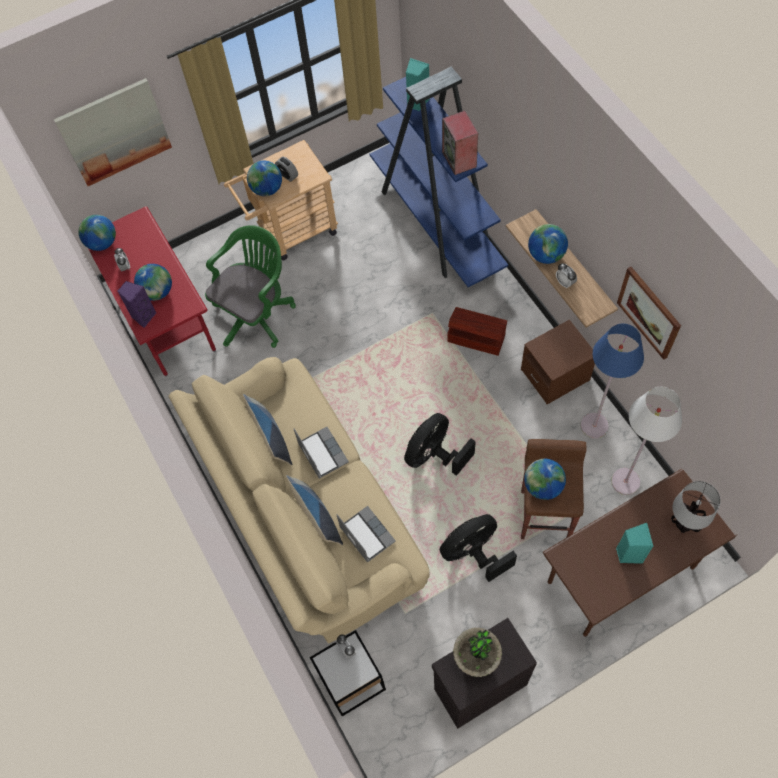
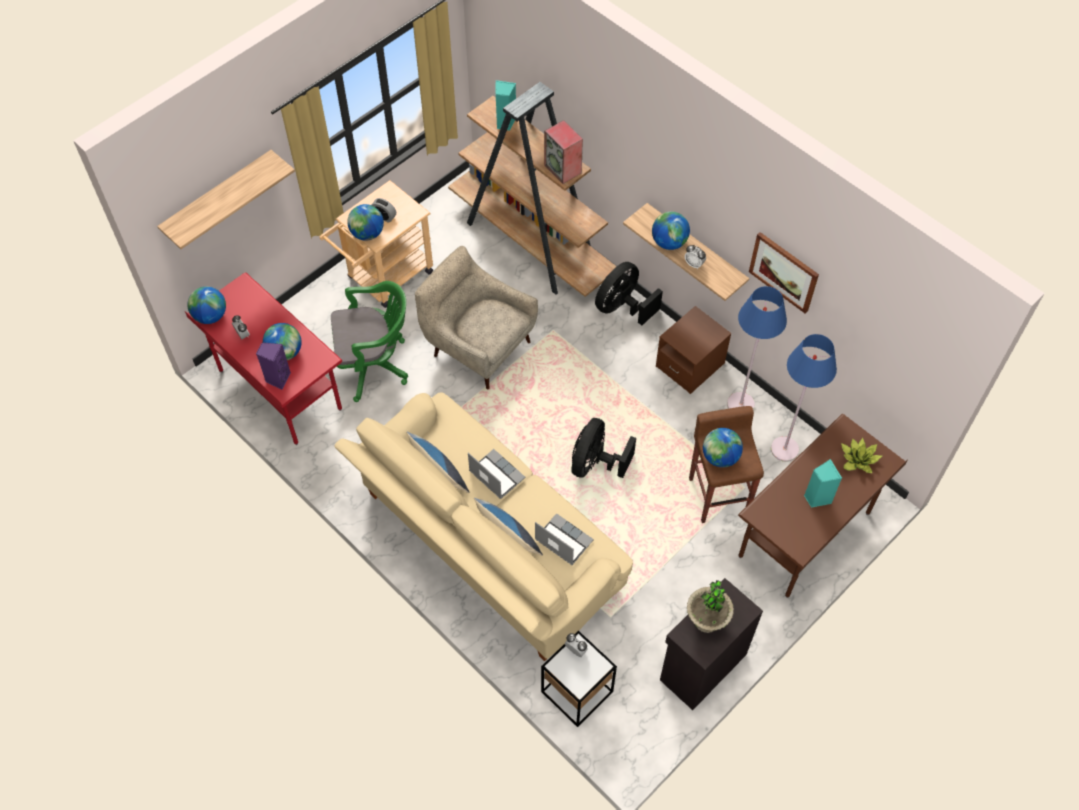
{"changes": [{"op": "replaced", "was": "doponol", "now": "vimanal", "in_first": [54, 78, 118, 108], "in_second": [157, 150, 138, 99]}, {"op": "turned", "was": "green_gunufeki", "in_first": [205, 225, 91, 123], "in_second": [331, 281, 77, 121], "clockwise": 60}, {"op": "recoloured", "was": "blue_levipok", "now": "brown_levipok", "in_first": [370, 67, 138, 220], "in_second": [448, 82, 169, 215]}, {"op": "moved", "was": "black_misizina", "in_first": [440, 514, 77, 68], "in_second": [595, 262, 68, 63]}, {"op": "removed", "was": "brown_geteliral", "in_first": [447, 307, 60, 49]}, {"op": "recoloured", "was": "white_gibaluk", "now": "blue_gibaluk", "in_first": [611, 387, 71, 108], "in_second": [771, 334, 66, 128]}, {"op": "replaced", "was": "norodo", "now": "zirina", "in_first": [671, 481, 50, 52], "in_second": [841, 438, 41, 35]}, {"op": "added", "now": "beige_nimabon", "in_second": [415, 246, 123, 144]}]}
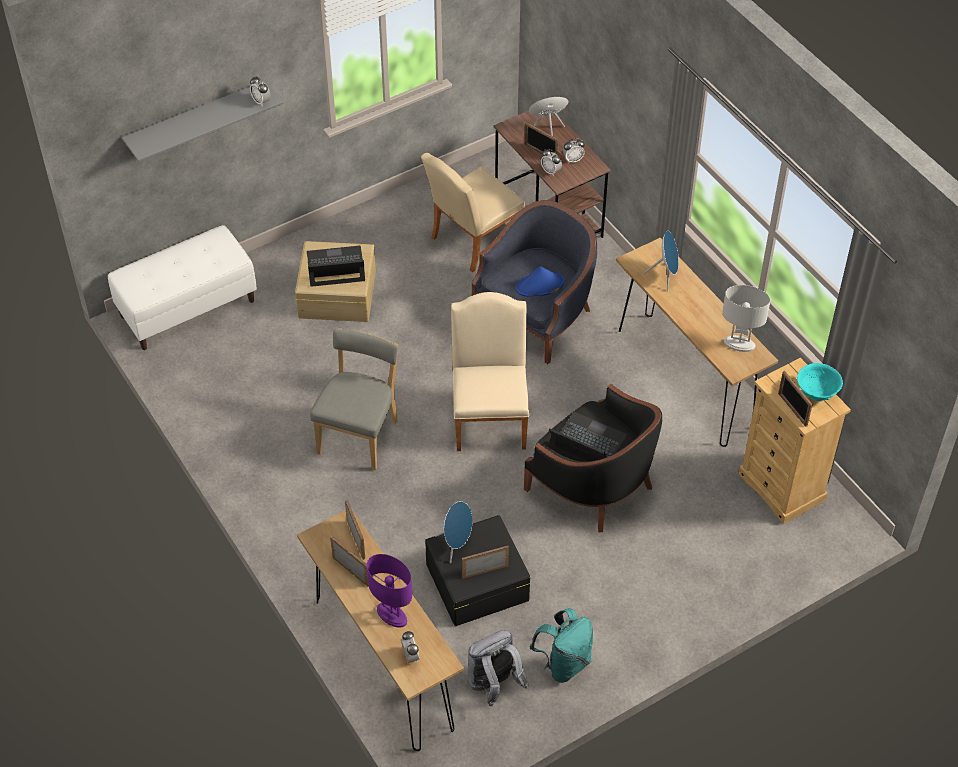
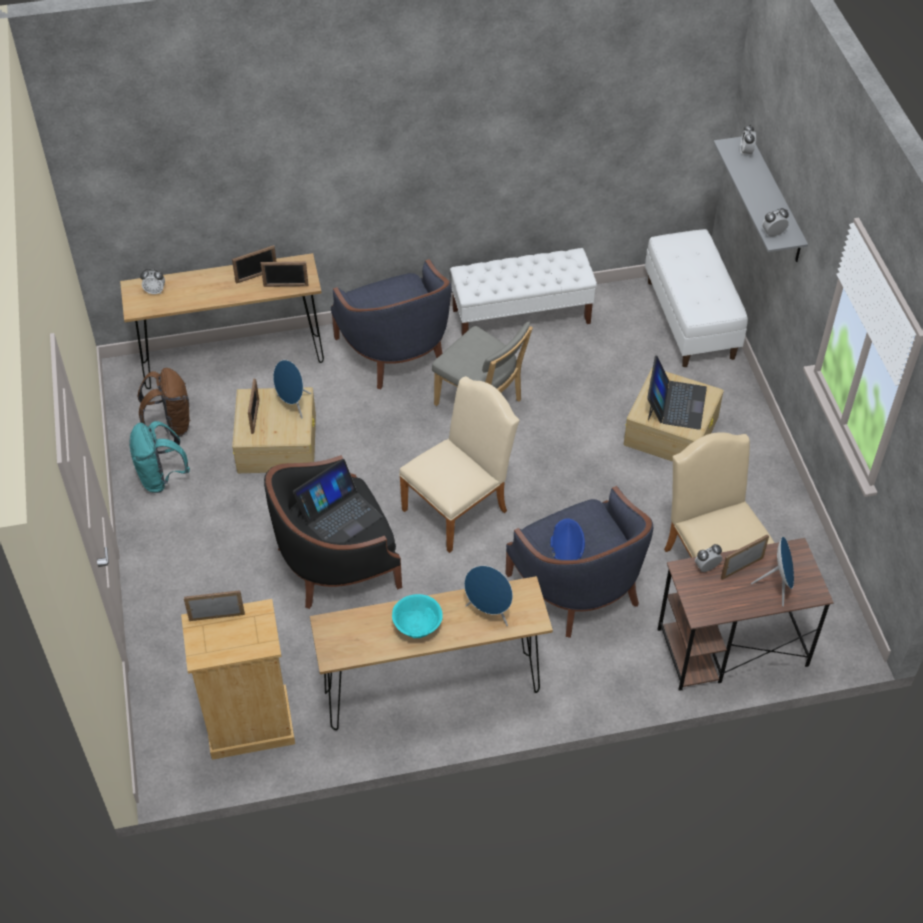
{"changes": [{"op": "removed", "was": "purple_norodo", "in_first": [367, 554, 45, 73]}, {"op": "recoloured", "was": "black_geteliral", "now": "beige_geteliral", "in_first": [425, 515, 106, 111], "in_second": [232, 387, 84, 86]}, {"op": "turned", "was": "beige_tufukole", "in_first": [451, 292, 78, 159], "in_second": [399, 376, 121, 177], "clockwise": -60}, {"op": "recoloured", "was": "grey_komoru", "now": "brown_komoru", "in_first": [468, 630, 60, 76], "in_second": [138, 368, 53, 69]}, {"op": "moved", "was": "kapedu", "in_first": [563, 138, 22, 25], "in_second": [740, 124, 16, 32]}, {"op": "removed", "was": "white_norodo", "in_first": [722, 285, 48, 67]}, {"op": "moved", "was": "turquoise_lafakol", "in_first": [797, 363, 46, 38], "in_second": [392, 594, 51, 44]}, {"op": "added", "now": "blue_nimabon", "in_second": [331, 259, 121, 130]}, {"op": "added", "now": "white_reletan", "in_second": [450, 248, 147, 87]}]}
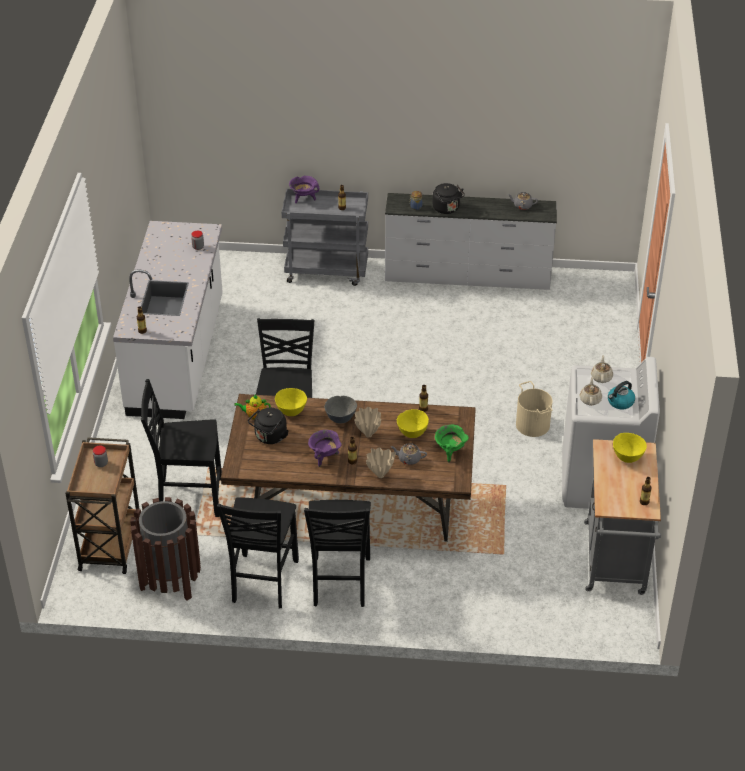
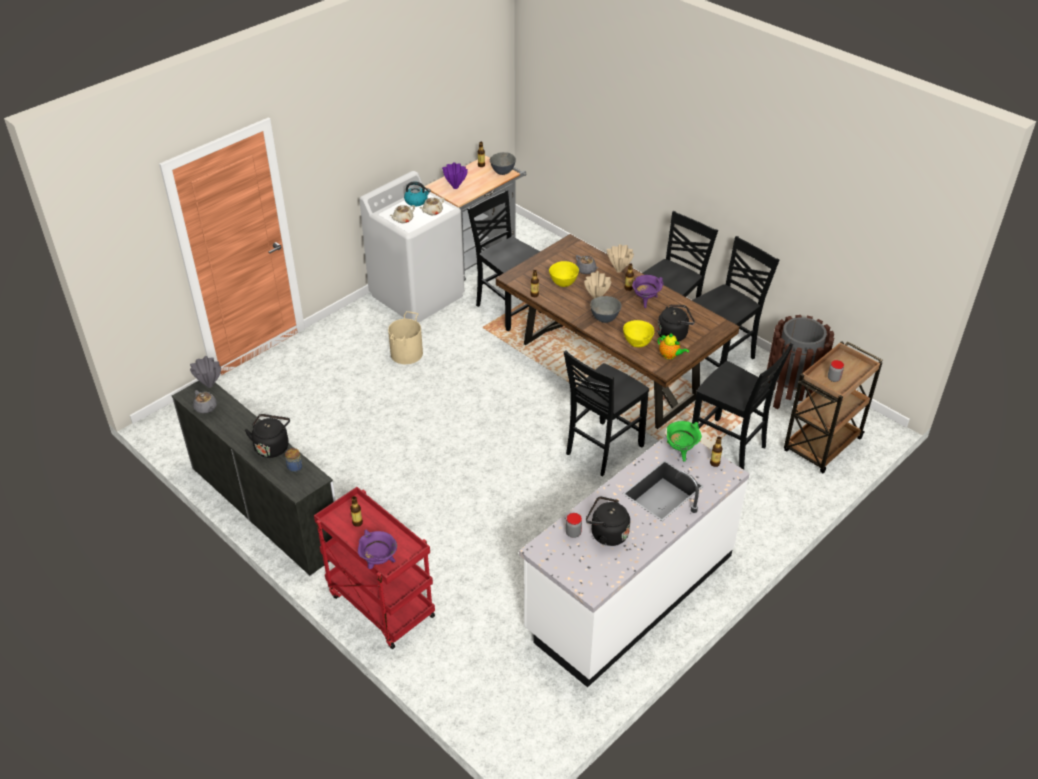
{"changes": [{"op": "recoloured", "was": "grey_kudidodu", "now": "red_kudidodu", "in_first": [282, 188, 86, 98], "in_second": [314, 487, 121, 162]}, {"op": "moved", "was": "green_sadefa", "in_first": [435, 425, 34, 38], "in_second": [667, 421, 35, 41]}, {"op": "replaced", "was": "yellow_lafakol", "now": "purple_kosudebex", "in_first": [613, 433, 34, 30], "in_second": [442, 162, 26, 27]}, {"op": "added", "now": "grey_kosudebex", "in_second": [190, 356, 31, 32]}, {"op": "added", "now": "black_tufukole", "in_second": [467, 190, 74, 141]}, {"op": "added", "now": "grey_lafakol", "in_second": [490, 152, 26, 23]}, {"op": "added", "now": "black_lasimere", "in_second": [586, 496, 44, 50]}]}
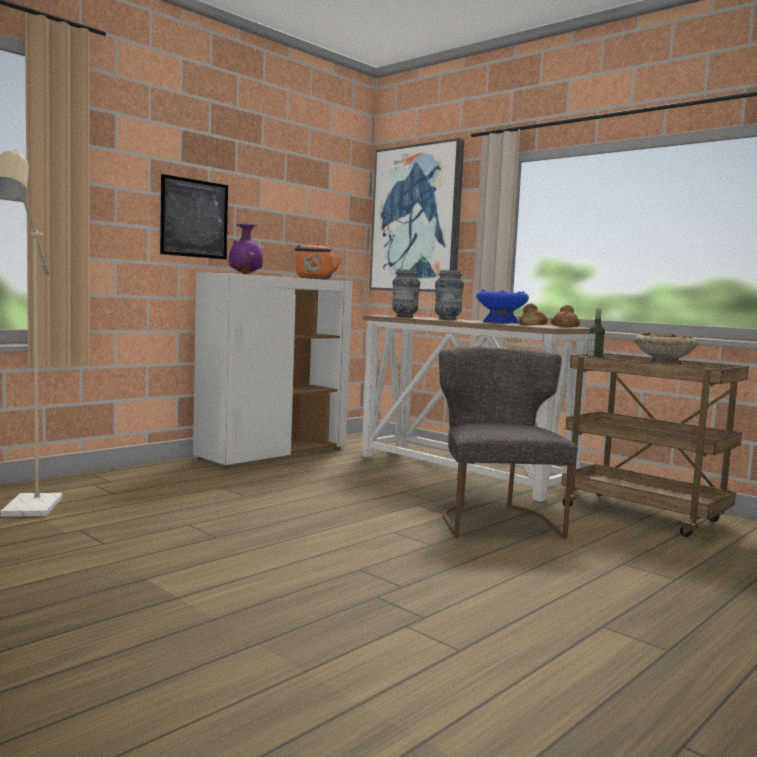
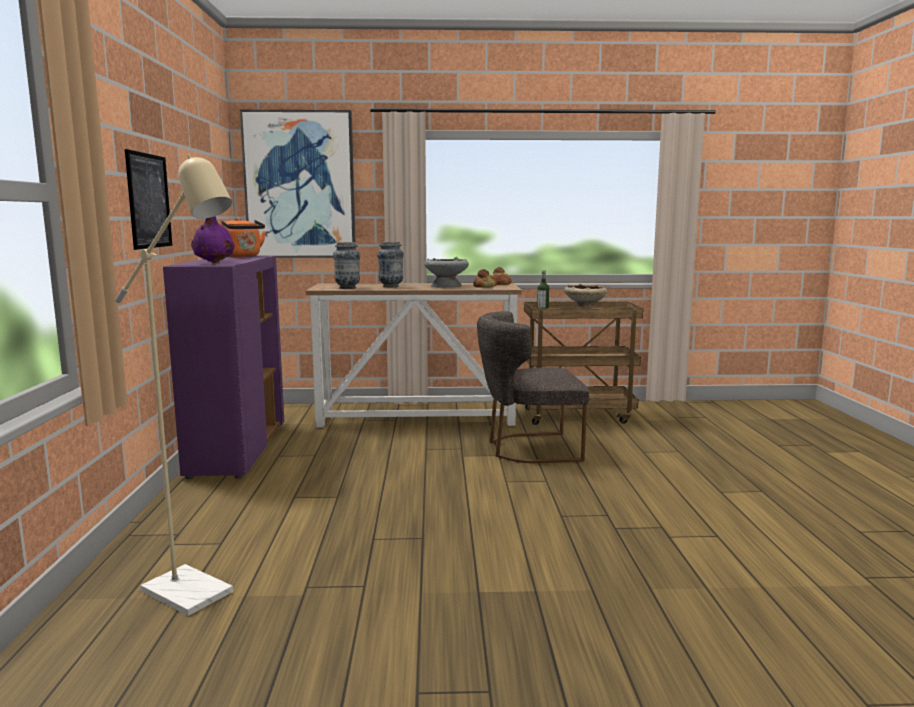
{"changes": [{"op": "recoloured", "was": "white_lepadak", "now": "purple_lepadak", "in_first": [193, 273, 160, 195], "in_second": [163, 255, 121, 224]}, {"op": "turned", "was": "grey_tufukole", "in_first": [439, 346, 139, 193], "in_second": [477, 311, 112, 152], "clockwise": -45}, {"op": "recoloured", "was": "blue_lafakol", "now": "grey_lafakol", "in_first": [476, 289, 53, 34], "in_second": [424, 257, 45, 30]}]}
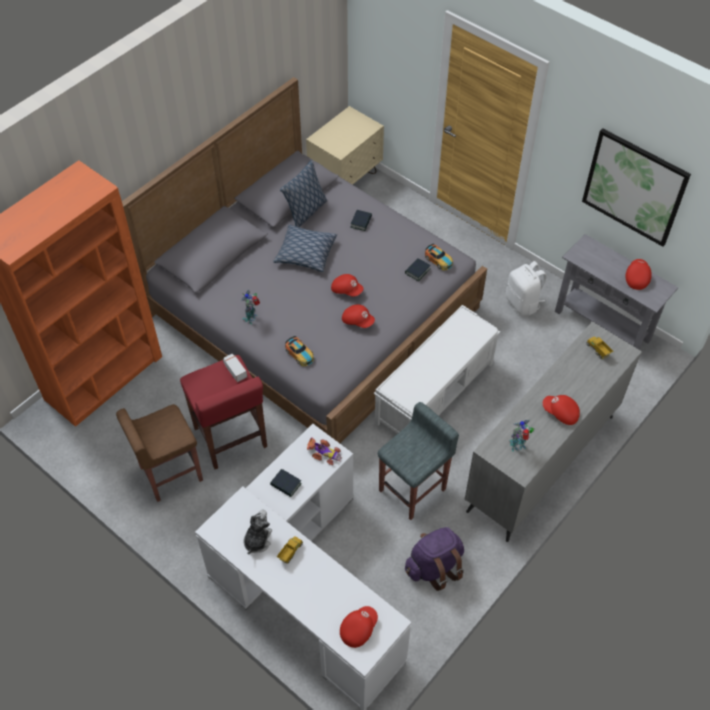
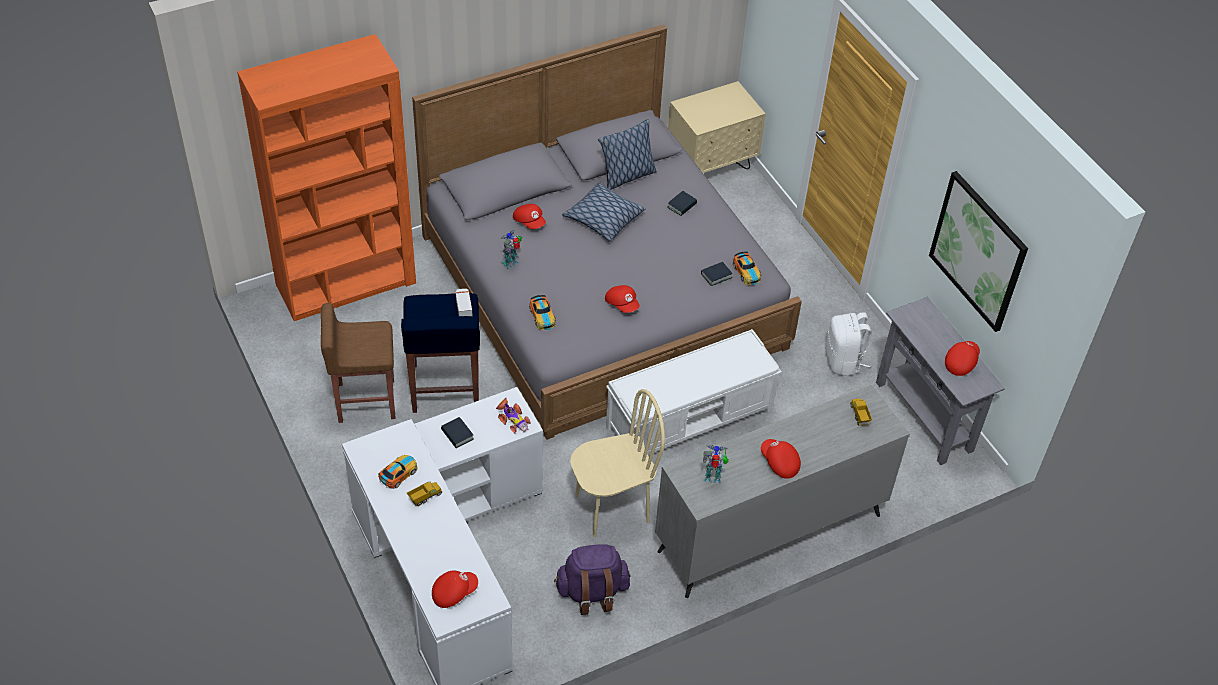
{"changes": [{"op": "recoloured", "was": "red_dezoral", "now": "blue_dezoral", "in_first": [180, 355, 87, 114], "in_second": [401, 293, 79, 120]}, {"op": "replaced", "was": "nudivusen", "now": "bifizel", "in_first": [243, 510, 29, 45], "in_second": [378, 455, 40, 34]}, {"op": "moved", "was": "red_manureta", "in_first": [331, 274, 33, 23], "in_second": [513, 204, 33, 25]}, {"op": "replaced", "was": "grey_dezoral", "now": "beige_tufukole", "in_first": [378, 402, 81, 118], "in_second": [570, 389, 95, 149]}]}
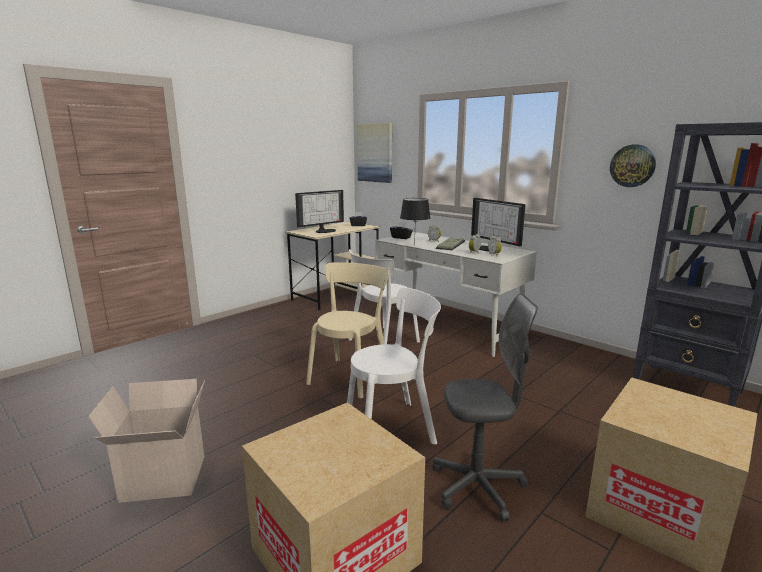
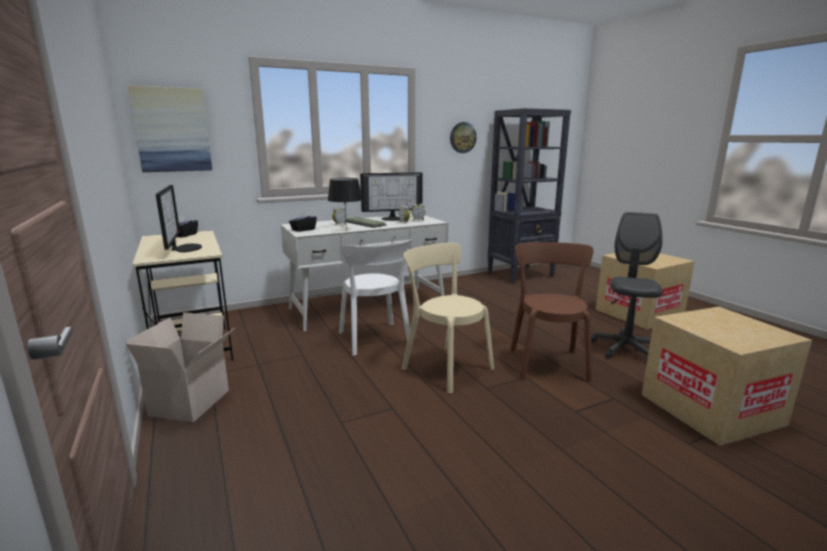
{"changes": [{"op": "moved", "was": "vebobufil", "in_first": [88, 379, 117, 124], "in_second": [125, 312, 110, 110]}, {"op": "recoloured", "was": "white_tufukole", "now": "brown_tufukole", "in_first": [347, 287, 94, 157], "in_second": [510, 242, 83, 140]}]}
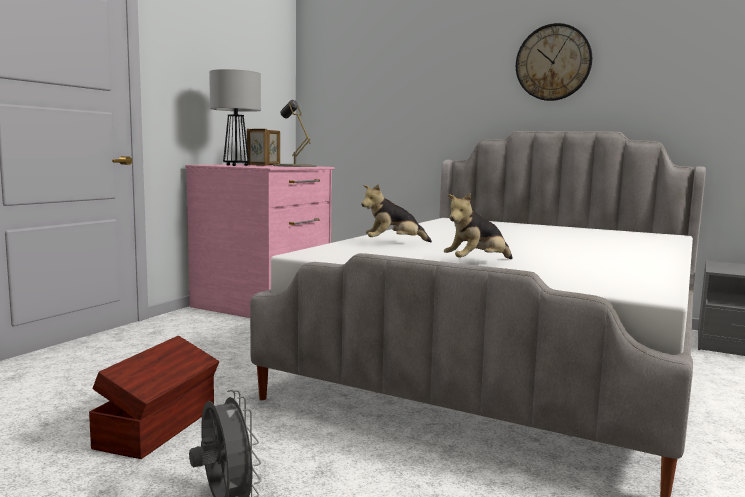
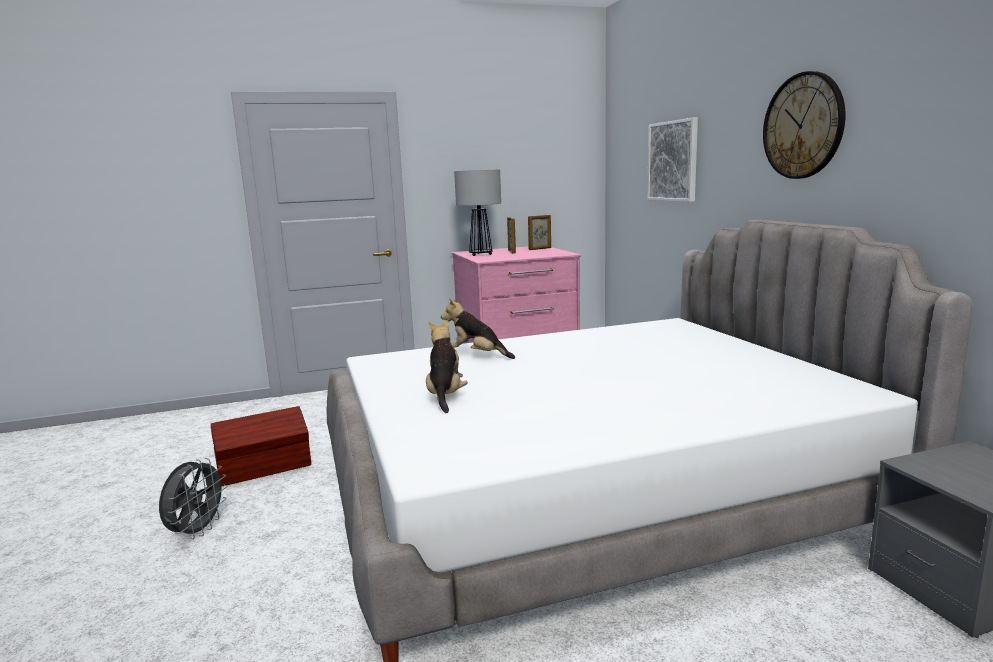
{"changes": [{"op": "removed", "was": "grey_norodo", "in_first": [273, 100, 44, 67]}, {"op": "turned", "was": "nudivusen", "in_first": [444, 193, 69, 66], "in_second": [426, 320, 42, 93], "clockwise": 75}, {"op": "added", "now": "doponol", "in_second": [647, 117, 51, 85]}]}
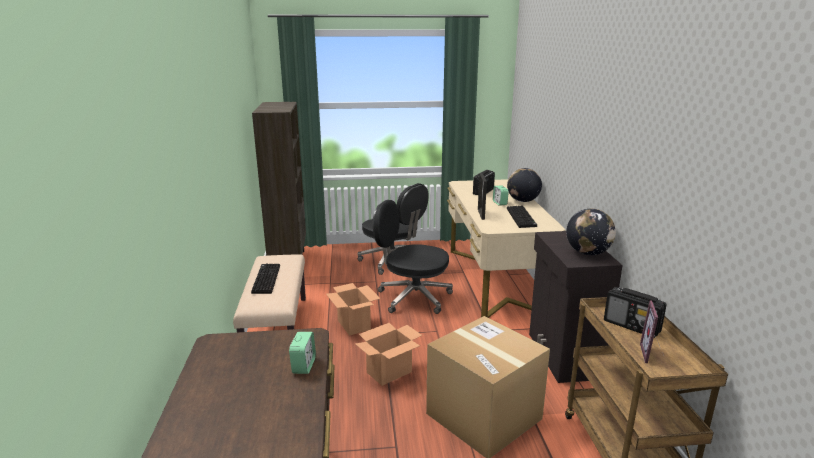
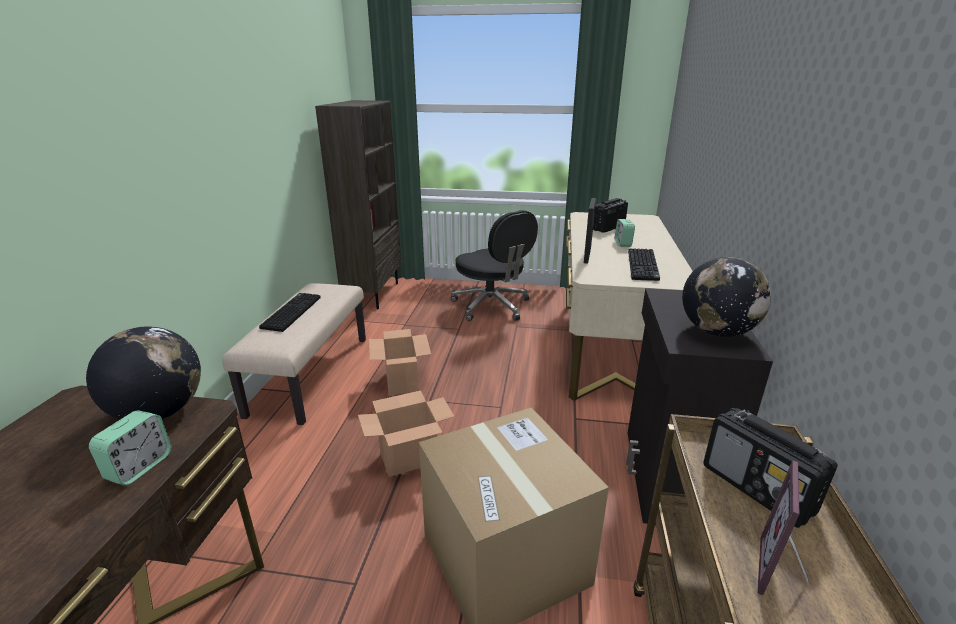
{"changes": [{"op": "removed", "was": "black_gunufeki", "in_first": [373, 200, 80, 114]}, {"op": "moved", "was": "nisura", "in_first": [507, 168, 35, 34], "in_second": [86, 327, 115, 93]}]}
